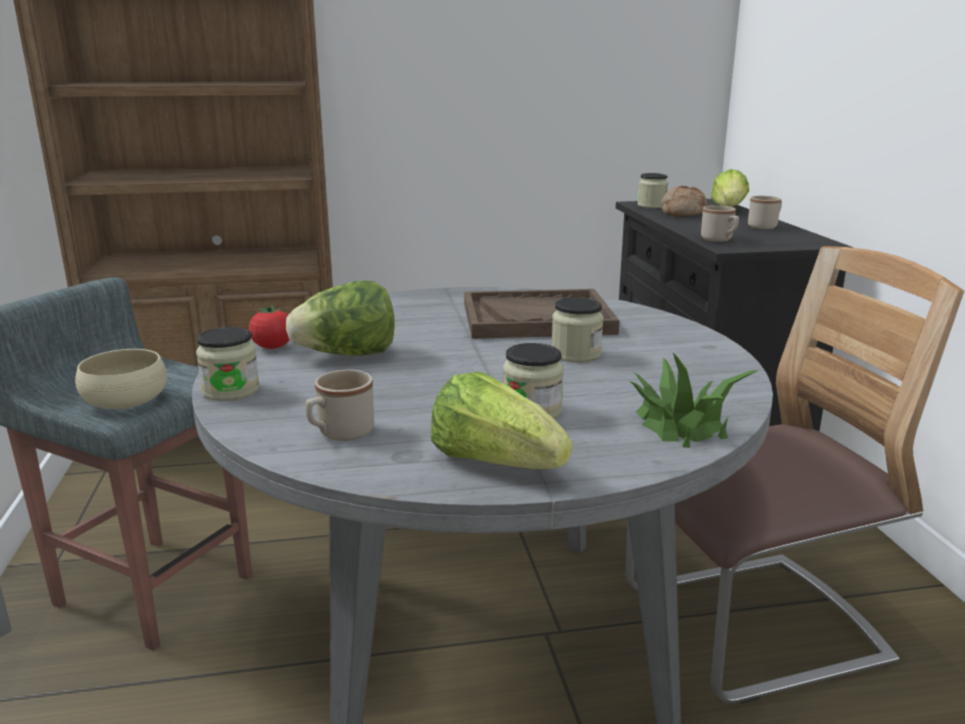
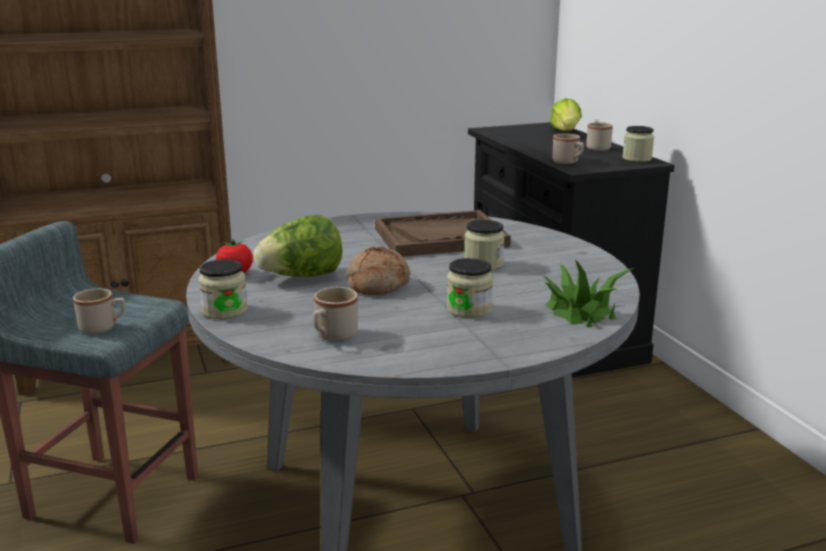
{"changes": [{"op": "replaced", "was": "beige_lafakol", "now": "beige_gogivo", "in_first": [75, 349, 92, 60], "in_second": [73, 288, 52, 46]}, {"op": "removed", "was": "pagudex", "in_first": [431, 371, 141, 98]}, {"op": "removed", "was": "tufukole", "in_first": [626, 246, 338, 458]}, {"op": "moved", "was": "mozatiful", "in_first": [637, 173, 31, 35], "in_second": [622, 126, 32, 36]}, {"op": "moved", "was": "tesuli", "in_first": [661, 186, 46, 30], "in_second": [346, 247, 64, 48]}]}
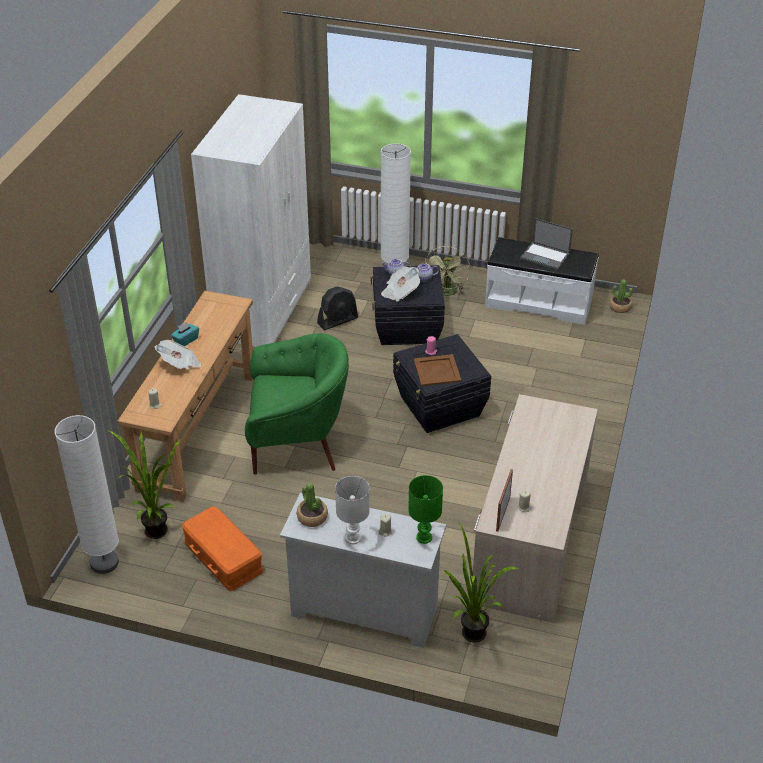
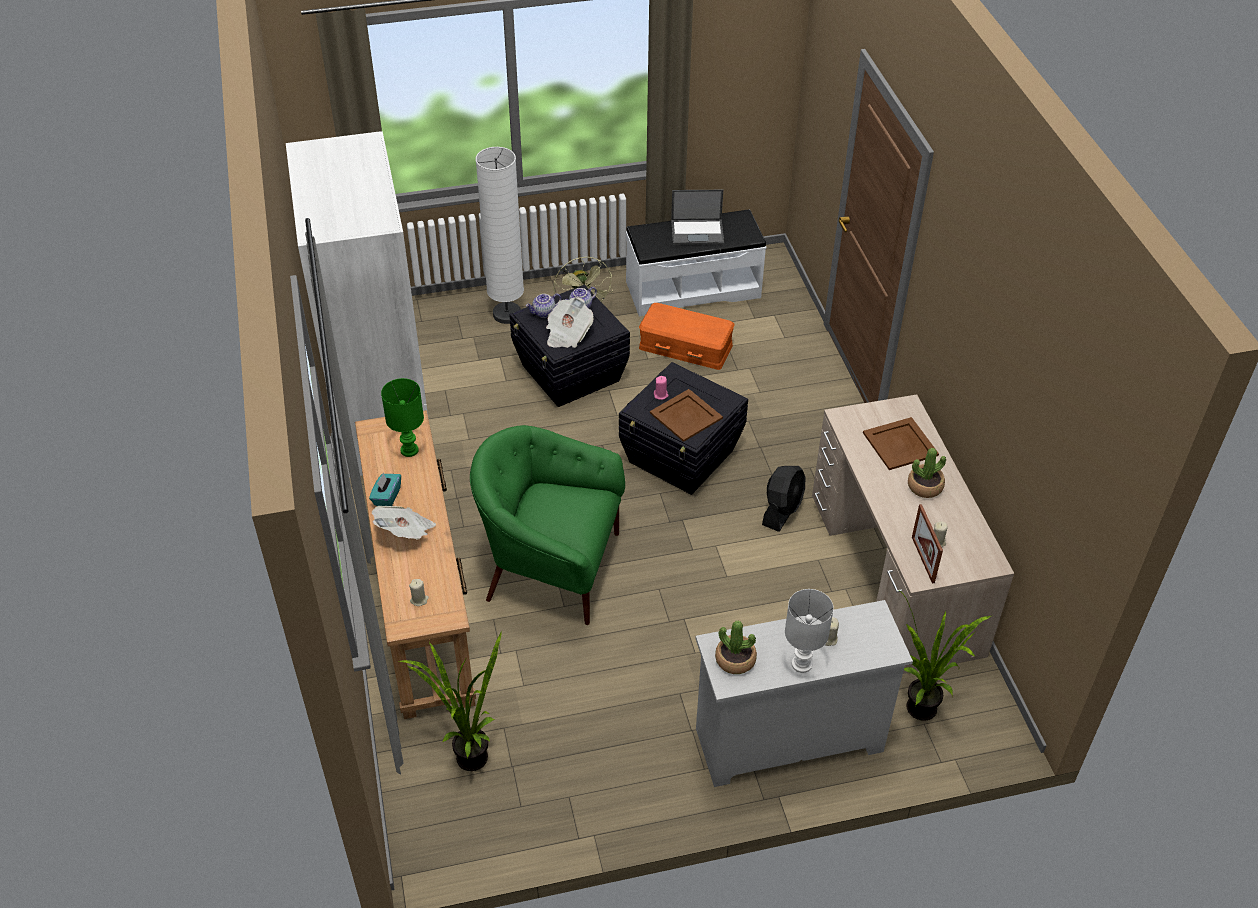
{"changes": [{"op": "removed", "was": "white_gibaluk", "in_first": [55, 415, 64, 159]}, {"op": "moved", "was": "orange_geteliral", "in_first": [182, 507, 81, 85], "in_second": [639, 303, 96, 67]}, {"op": "turned", "was": "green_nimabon", "in_first": [245, 333, 104, 142], "in_second": [470, 425, 155, 200], "clockwise": -135}, {"op": "moved", "was": "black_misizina", "in_first": [317, 287, 41, 43], "in_second": [762, 466, 44, 66]}, {"op": "moved", "was": "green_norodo", "in_first": [408, 475, 35, 69], "in_second": [381, 378, 43, 79]}, {"op": "moved", "was": "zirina", "in_first": [609, 280, 24, 33], "in_second": [908, 448, 38, 50]}, {"op": "added", "now": "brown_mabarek", "in_second": [863, 417, 76, 53]}]}
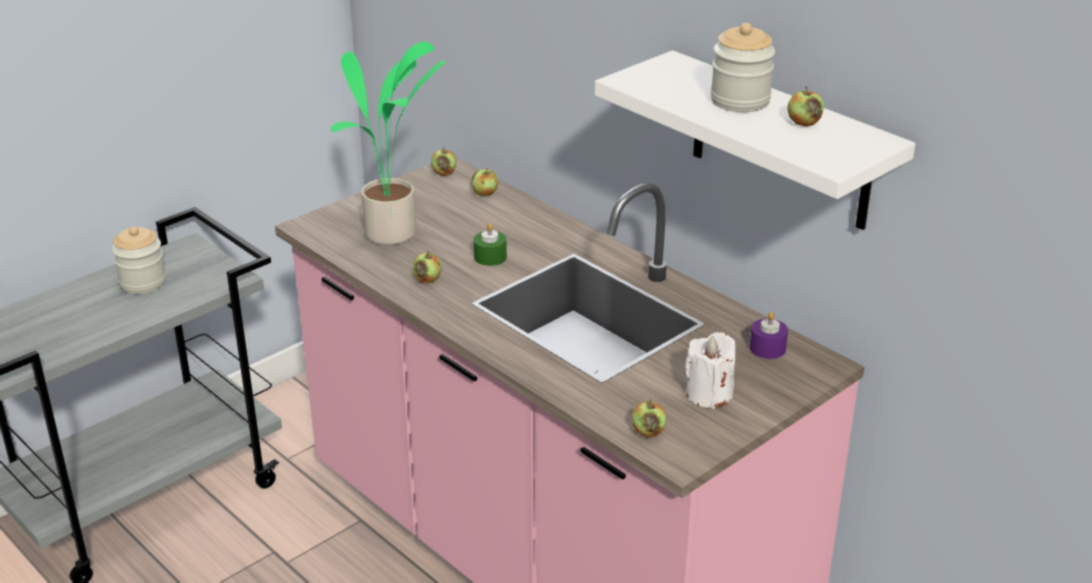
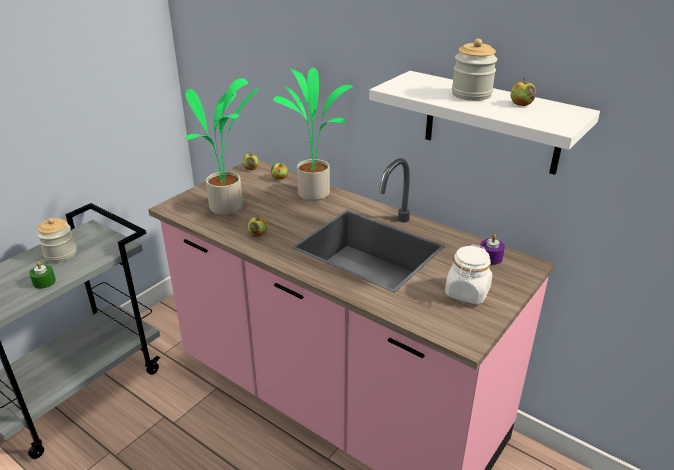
{"changes": [{"op": "moved", "was": "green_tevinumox", "in_first": [474, 223, 33, 43], "in_second": [29, 261, 27, 28]}, {"op": "removed", "was": "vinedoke", "in_first": [632, 399, 35, 38]}, {"op": "replaced", "was": "white_tevinumox", "now": "white_mozatiful", "in_first": [685, 332, 51, 77], "in_second": [445, 244, 48, 60]}, {"op": "added", "now": "zirina", "in_second": [273, 68, 80, 133]}]}
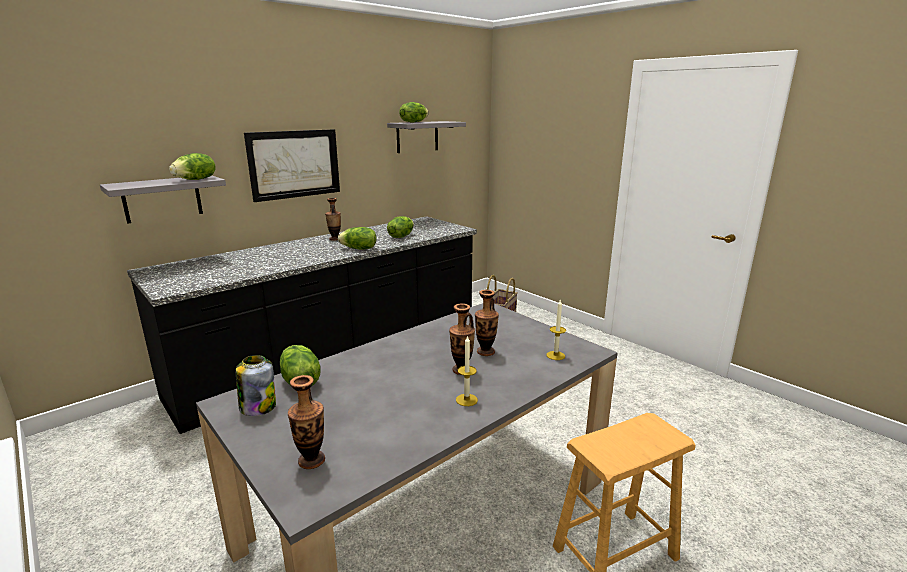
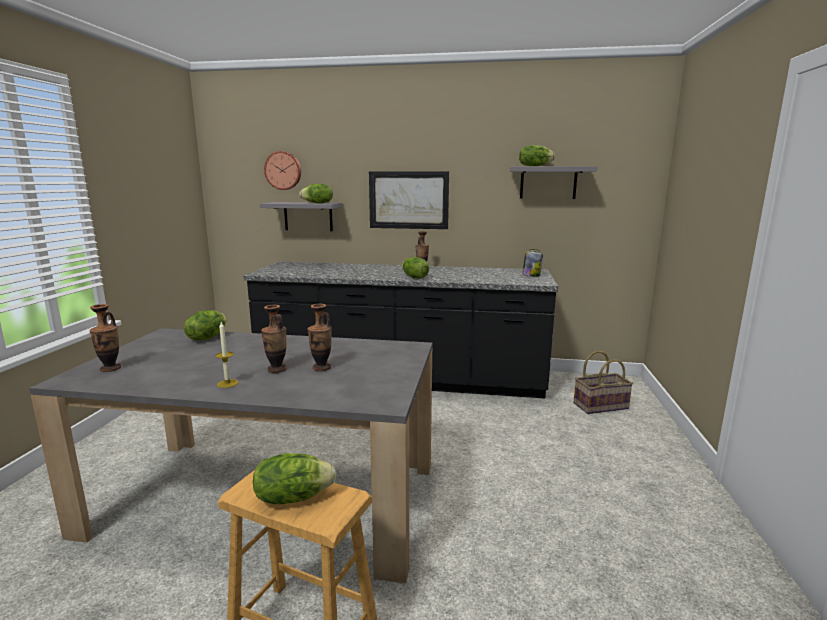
{"changes": [{"op": "moved", "was": "mozatiful", "in_first": [236, 355, 40, 61], "in_second": [522, 249, 21, 28]}, {"op": "moved", "was": "pagudex", "in_first": [387, 216, 27, 22], "in_second": [253, 453, 84, 51]}, {"op": "removed", "was": "tevinumox", "in_first": [546, 300, 20, 60]}, {"op": "added", "now": "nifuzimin", "in_second": [264, 151, 37, 39]}]}
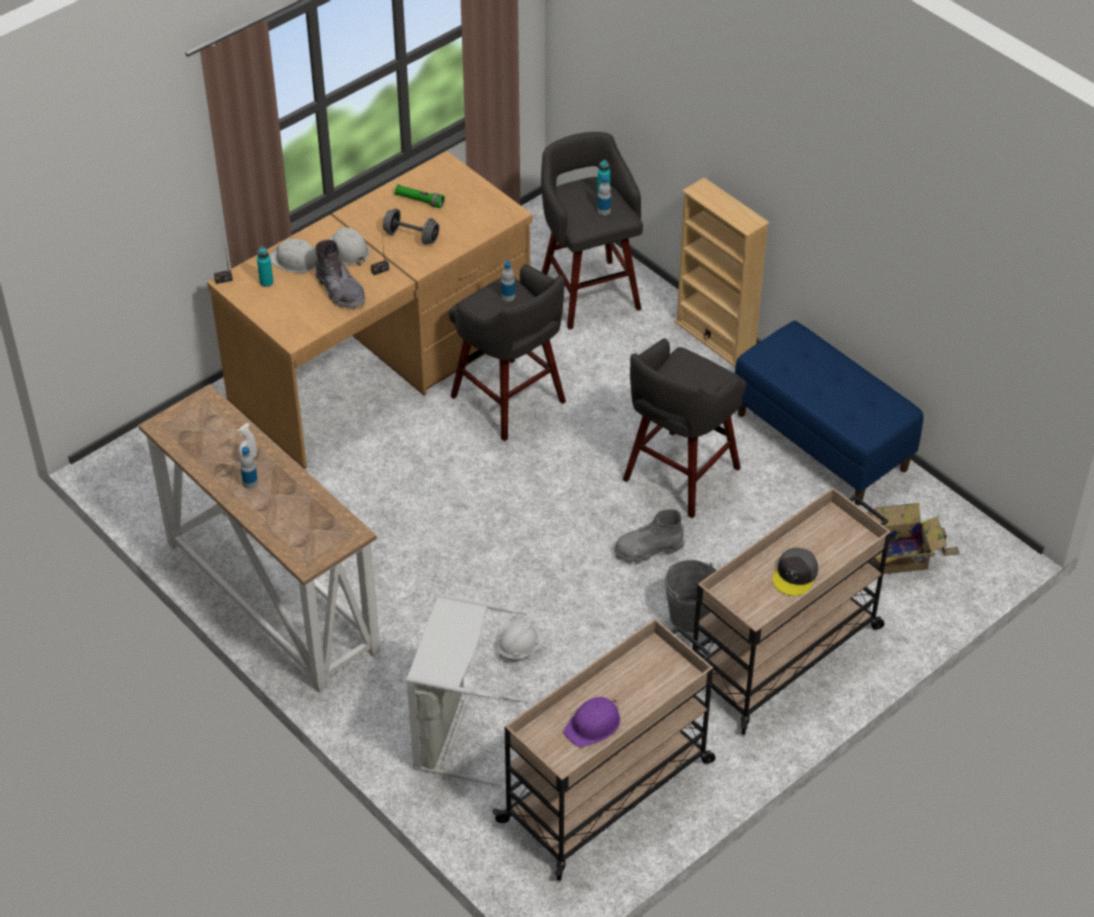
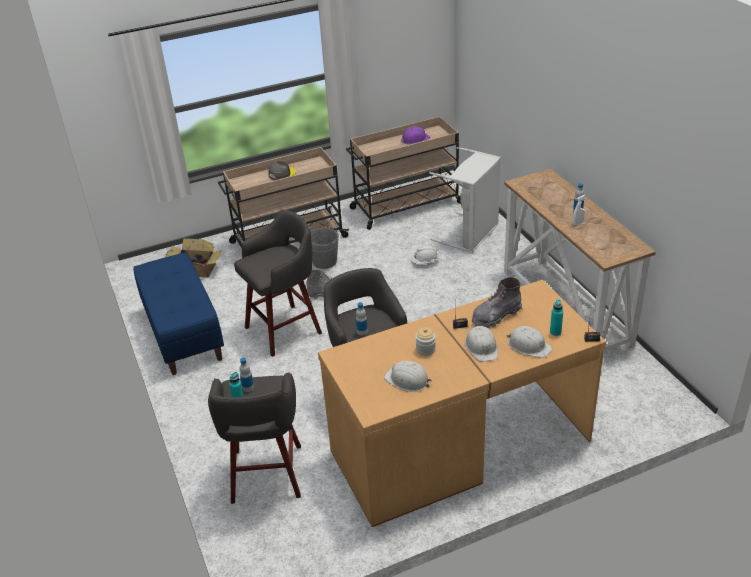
{"changes": [{"op": "turned", "was": "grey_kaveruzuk", "in_first": [315, 240, 50, 70], "in_second": [472, 277, 50, 51], "clockwise": -105}, {"op": "replaced", "was": "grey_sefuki", "now": "mozatiful", "in_first": [383, 209, 56, 36], "in_second": [415, 327, 21, 29]}, {"op": "replaced", "was": "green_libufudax", "now": "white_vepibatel", "in_first": [394, 184, 51, 24], "in_second": [384, 361, 48, 31]}, {"op": "removed", "was": "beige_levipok", "in_first": [674, 177, 96, 190]}]}
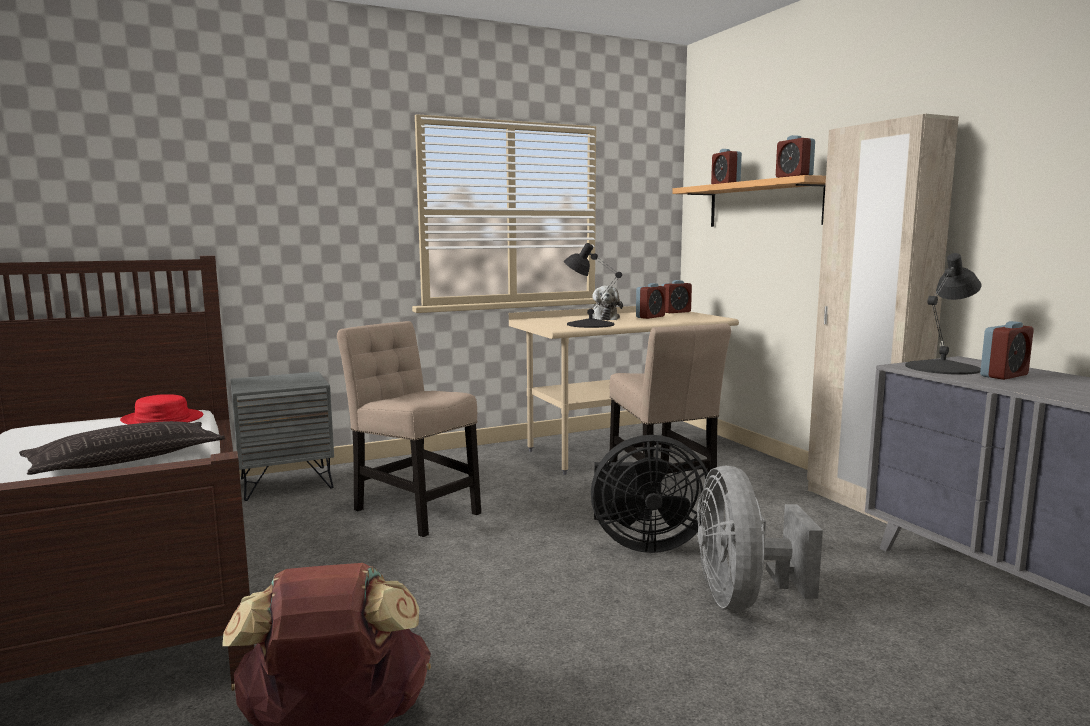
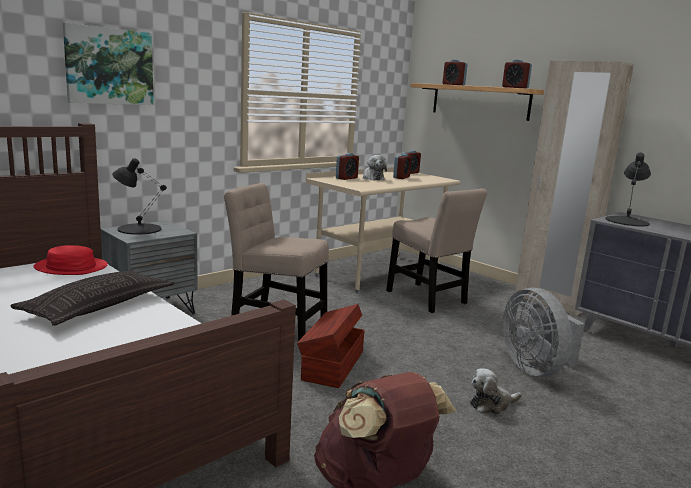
{"changes": [{"op": "moved", "was": "black_norodo", "in_first": [564, 243, 58, 85], "in_second": [112, 158, 55, 77]}, {"op": "removed", "was": "black_misizina", "in_first": [591, 435, 117, 118]}, {"op": "moved", "was": "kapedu", "in_first": [980, 321, 54, 59], "in_second": [336, 153, 23, 27]}, {"op": "added", "now": "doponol", "in_second": [63, 23, 91, 82]}, {"op": "added", "now": "brown_geteliral", "in_second": [297, 304, 68, 84]}, {"op": "added", "now": "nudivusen", "in_second": [470, 368, 52, 46]}]}
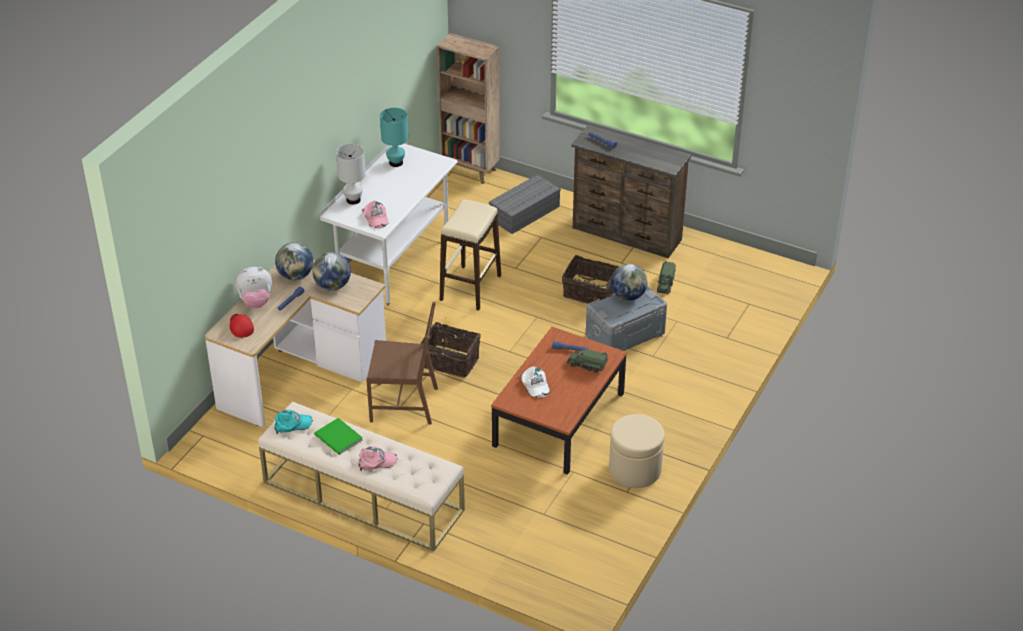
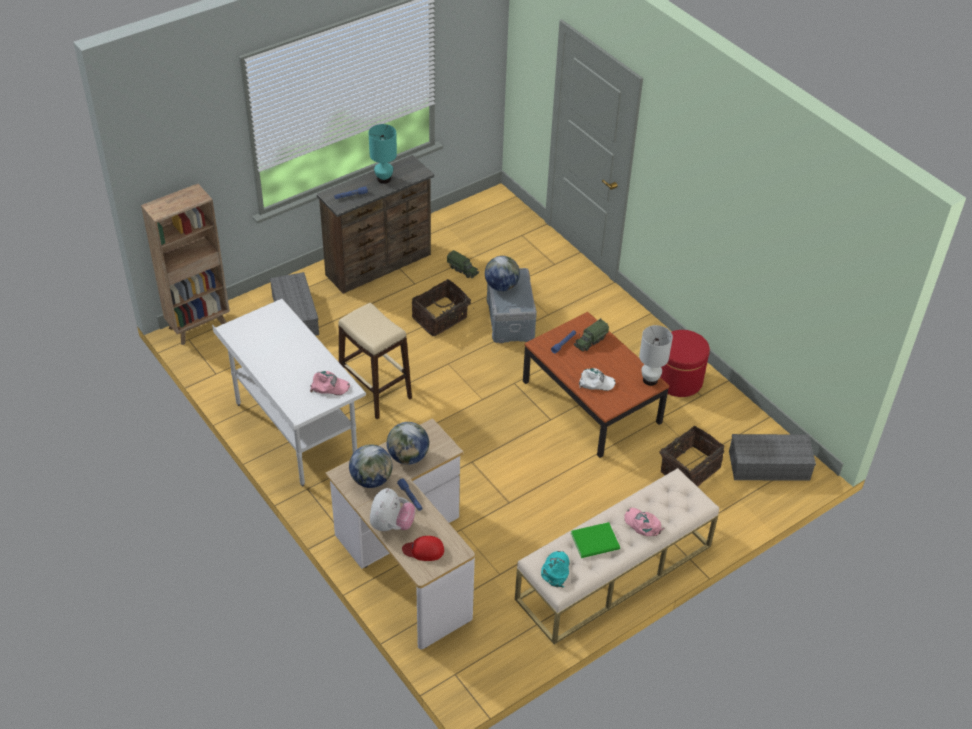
{"changes": [{"op": "moved", "was": "white_norodo", "in_first": [336, 144, 30, 60], "in_second": [639, 325, 34, 61]}, {"op": "turned", "was": "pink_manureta", "in_first": [358, 446, 40, 25], "in_second": [624, 508, 40, 28], "clockwise": -60}, {"op": "removed", "was": "brown_tufukole", "in_first": [366, 302, 72, 123]}, {"op": "moved", "was": "turquoise_norodo", "in_first": [380, 108, 28, 59], "in_second": [369, 124, 28, 60]}, {"op": "moved", "was": "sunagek", "in_first": [420, 318, 61, 60], "in_second": [659, 426, 65, 61]}, {"op": "recoloured", "was": "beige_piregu", "now": "red_piregu", "in_first": [609, 414, 56, 74], "in_second": [661, 330, 49, 67]}, {"op": "added", "now": "grey_geteliral", "in_second": [729, 434, 87, 47]}]}
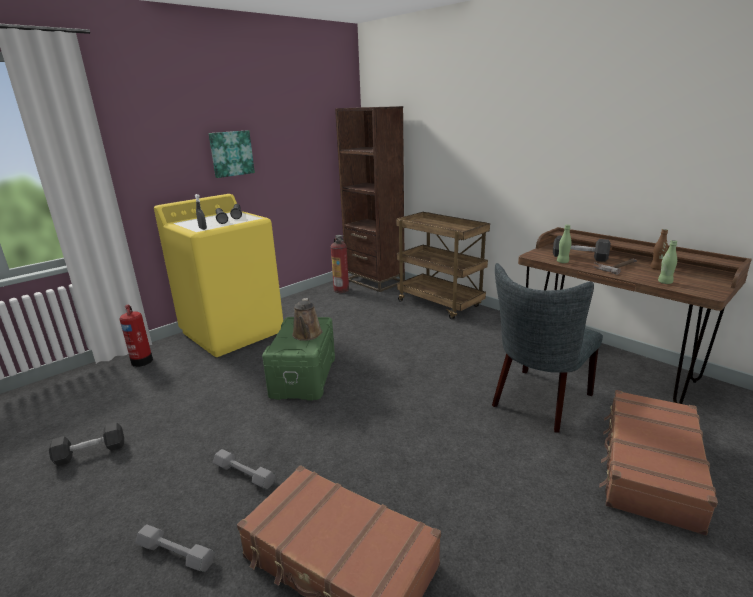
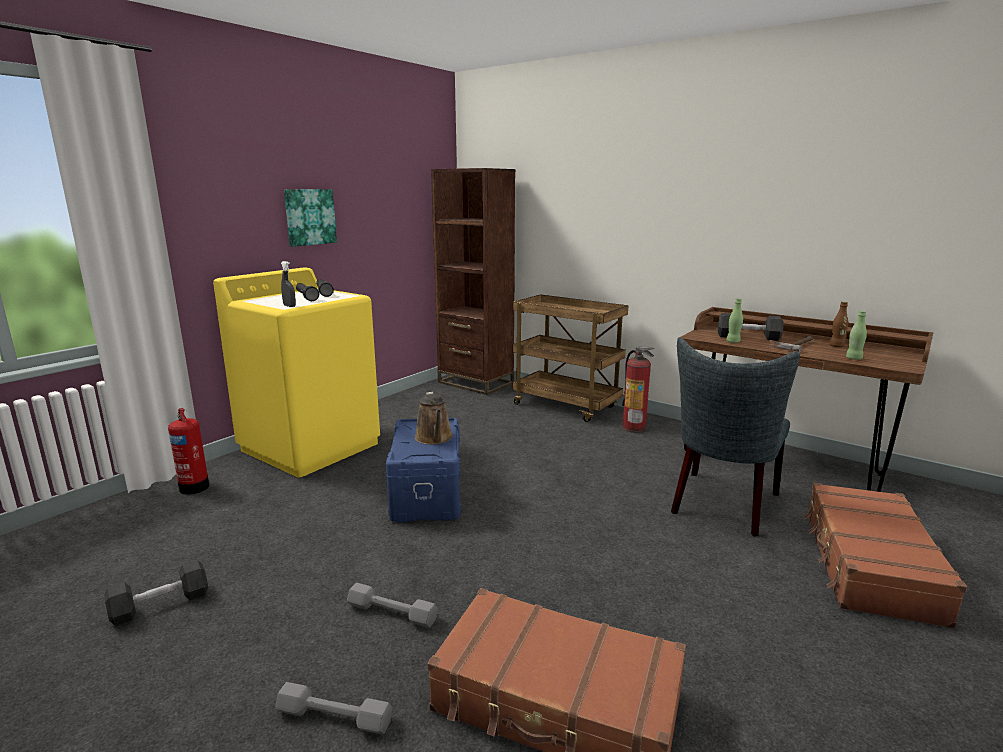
{"changes": [{"op": "recoloured", "was": "green_geteliral", "now": "blue_geteliral", "in_first": [262, 317, 73, 84], "in_second": [386, 418, 75, 105]}, {"op": "moved", "was": "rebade", "in_first": [331, 235, 18, 58], "in_second": [622, 347, 32, 86]}]}
